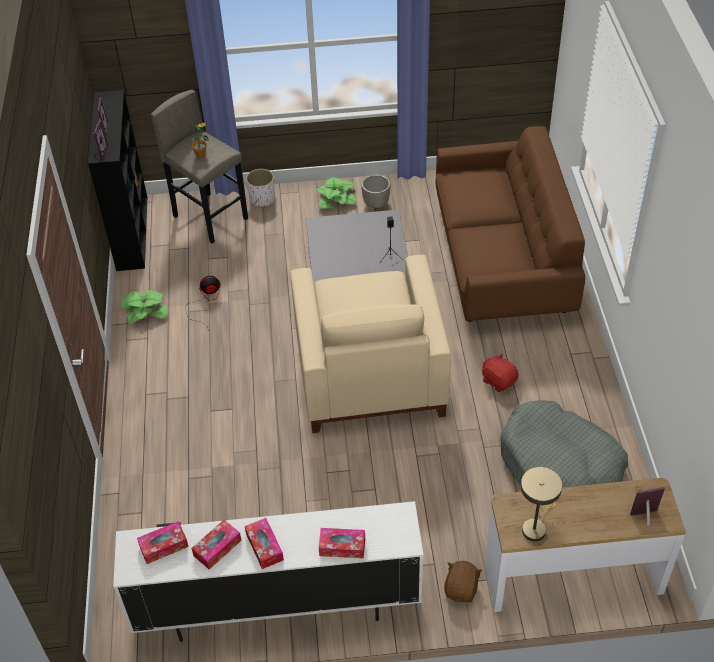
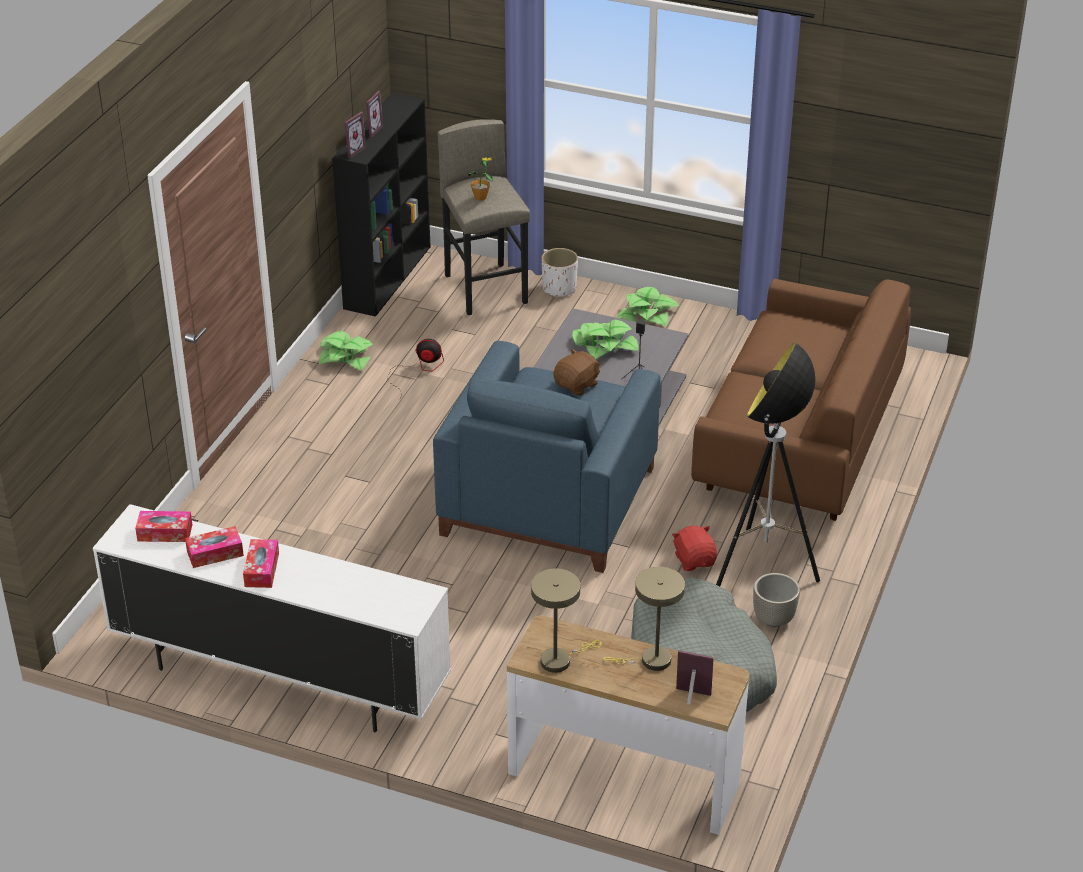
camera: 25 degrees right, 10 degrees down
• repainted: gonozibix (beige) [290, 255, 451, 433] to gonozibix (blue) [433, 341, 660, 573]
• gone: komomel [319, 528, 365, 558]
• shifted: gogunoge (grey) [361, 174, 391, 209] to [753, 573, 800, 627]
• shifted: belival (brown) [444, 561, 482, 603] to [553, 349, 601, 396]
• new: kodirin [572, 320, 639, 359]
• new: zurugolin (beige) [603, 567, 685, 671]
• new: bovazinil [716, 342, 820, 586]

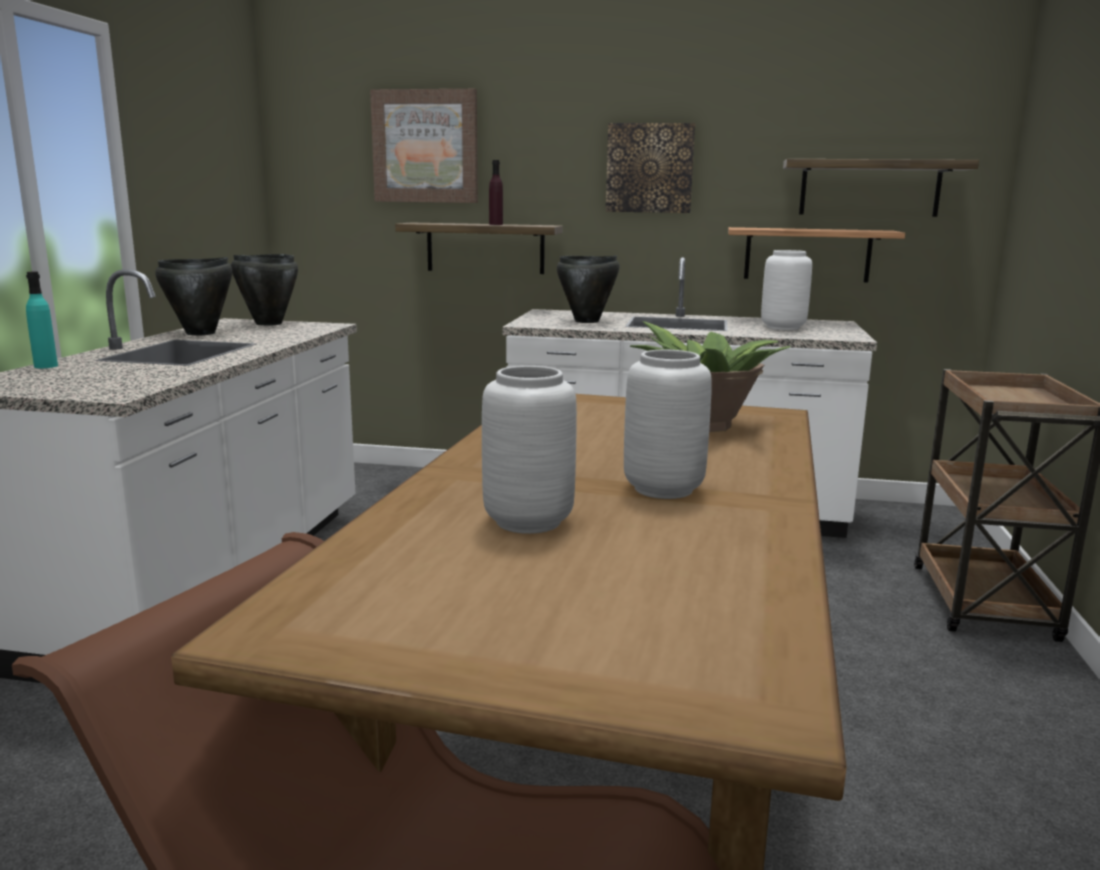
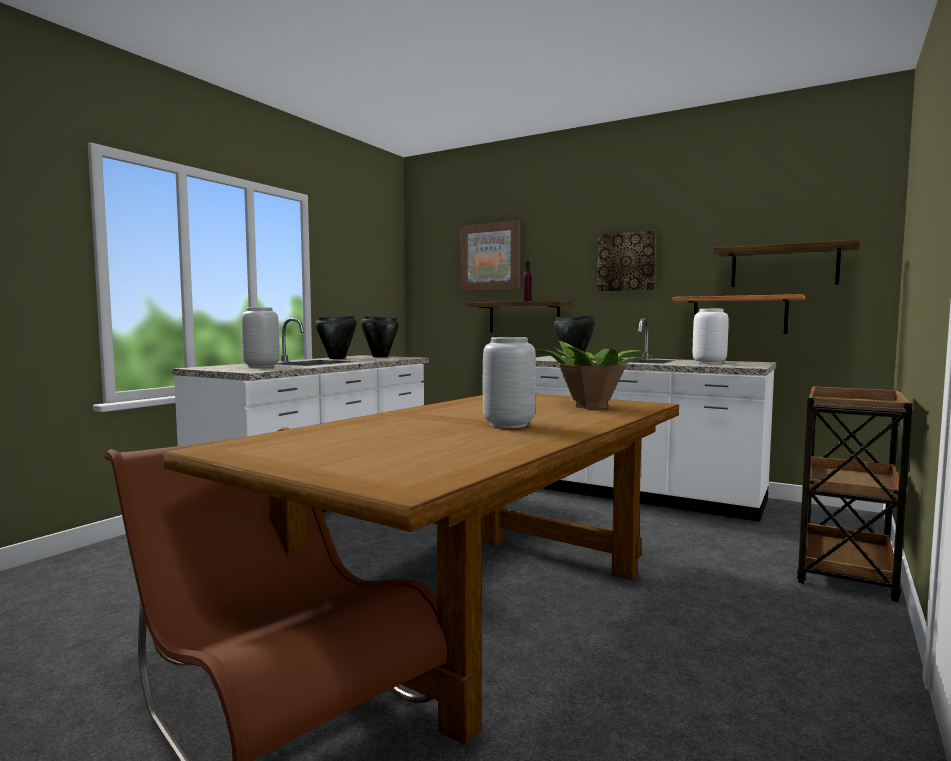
camera: 20 degrees right, 10 degrees down
• gone: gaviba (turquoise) [26, 272, 58, 368]
• shifted: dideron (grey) [482, 366, 577, 534] to [241, 307, 280, 368]

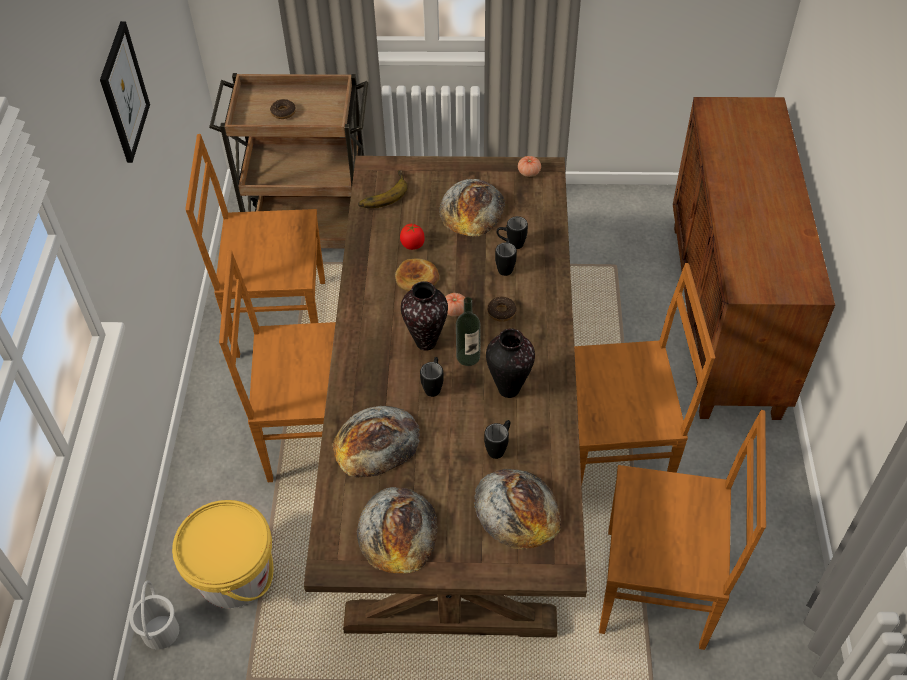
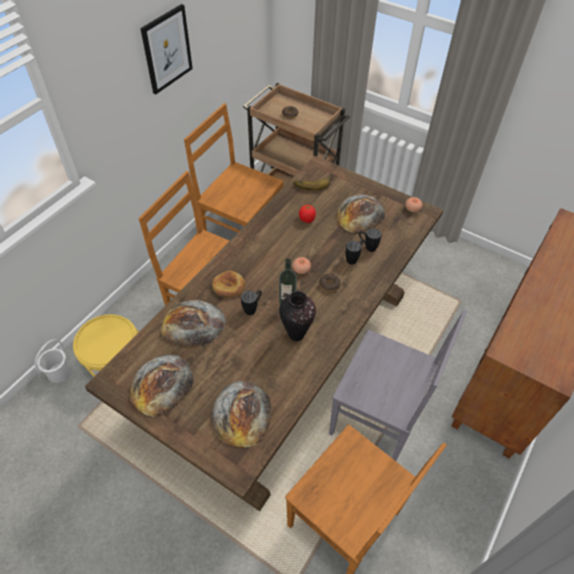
camera: 30 degrees right, 0 degrees up
• shifted: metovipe [395, 258, 439, 292] to [212, 271, 245, 297]
• gone: dideron [401, 281, 448, 351]
• gone: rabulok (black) [484, 420, 510, 459]
• repainted: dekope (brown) [574, 263, 715, 485] to dekope (grey) [329, 310, 467, 461]

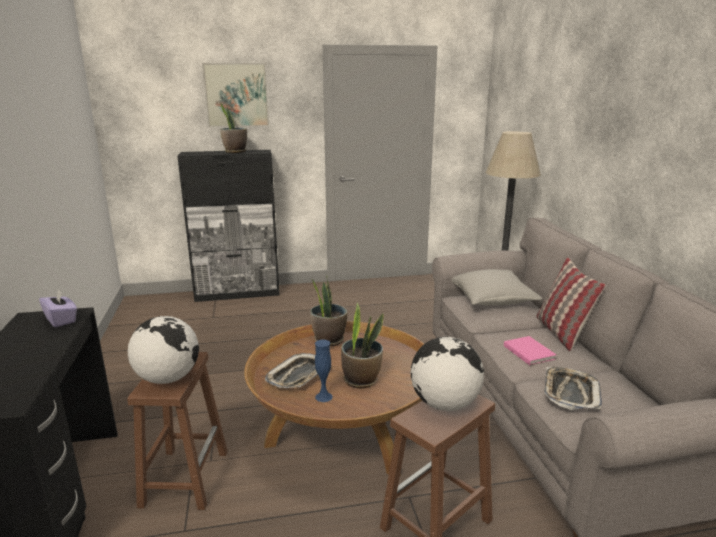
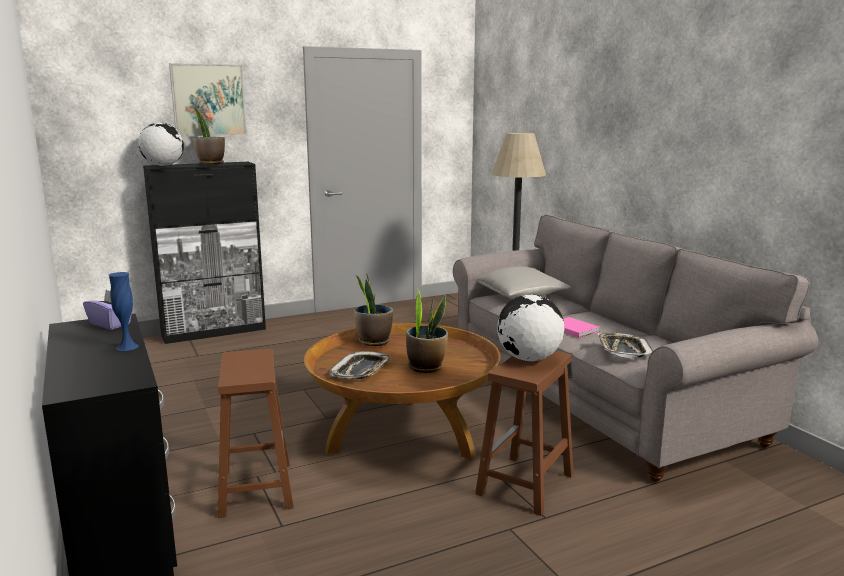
camera: 15 degrees left, 5 degrees down
• shifted: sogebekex [128, 316, 199, 384] to [139, 123, 184, 166]
• shifted: dideron (blue) [315, 340, 332, 402] to [109, 272, 139, 351]
• gone: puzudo [536, 258, 606, 351]

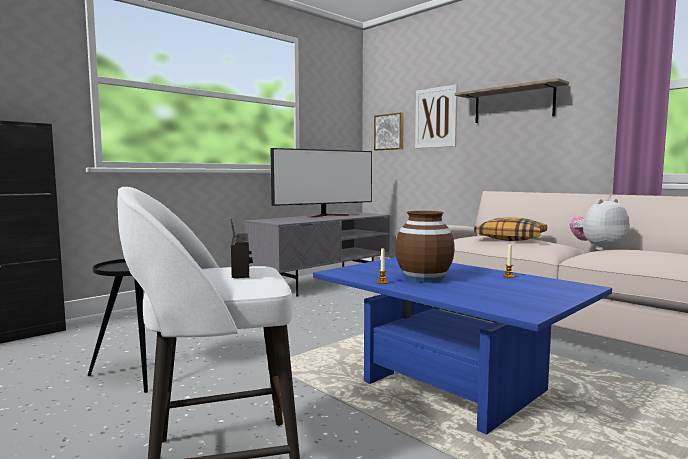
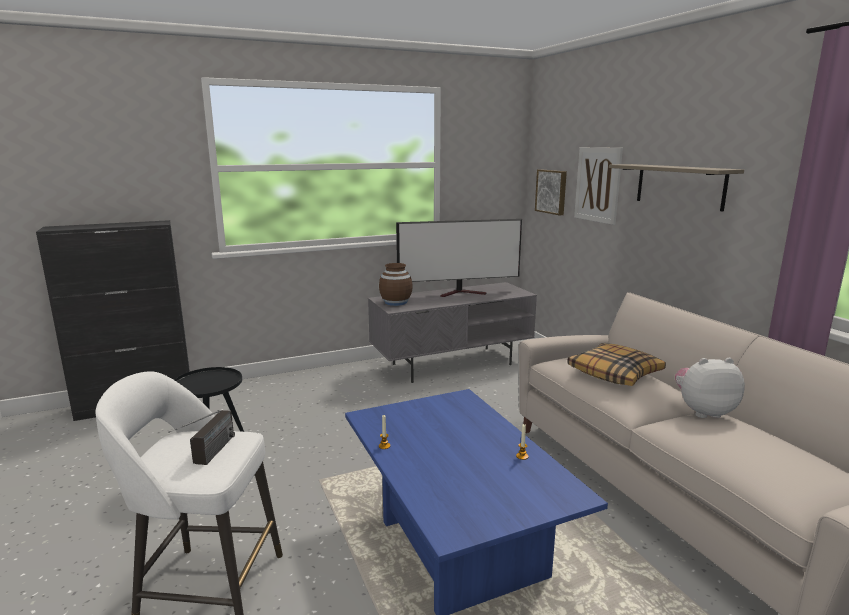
camera: 20 degrees right, 10 degrees up
• shifted: dideron (brown) [395, 211, 455, 282] to [379, 263, 413, 306]

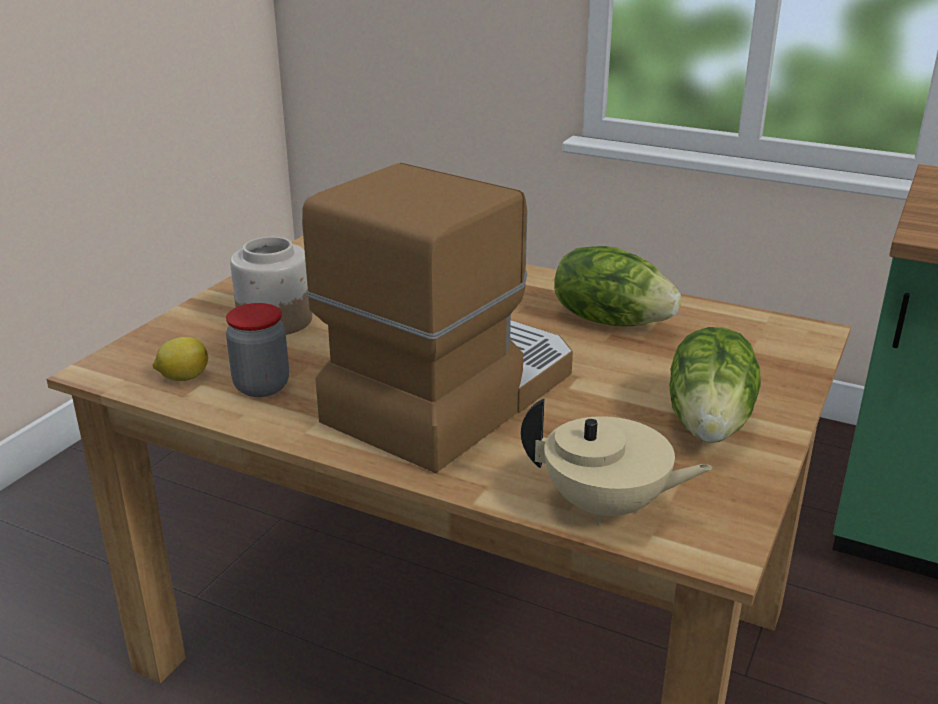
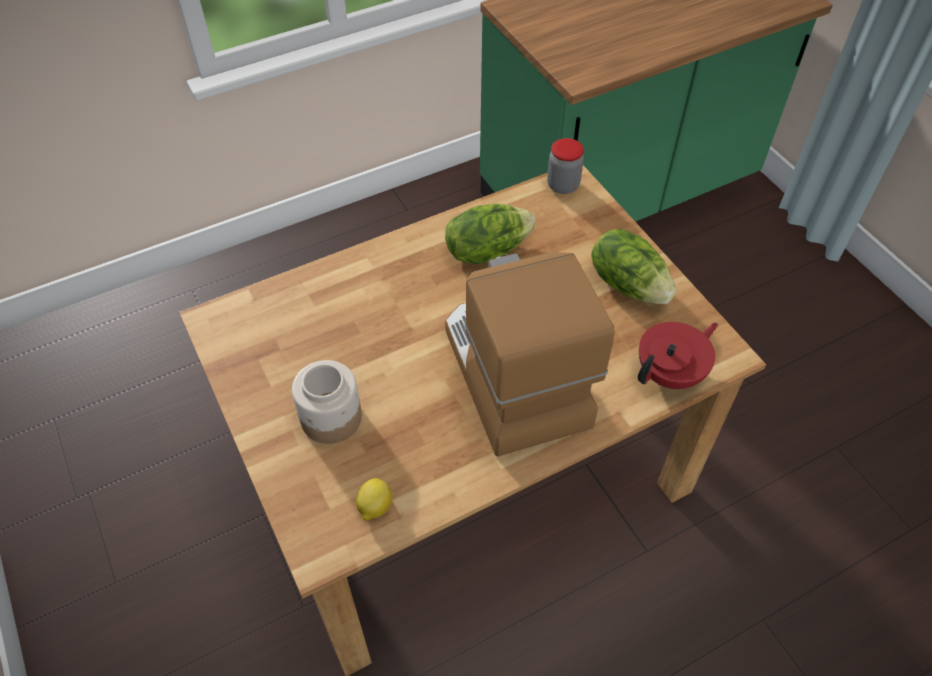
camera: 55 degrees left, 25 degrees up
• shifted: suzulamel [226, 303, 289, 397] to [547, 138, 584, 194]
• repainted: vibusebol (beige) [521, 398, 713, 526] to vibusebol (red) [638, 322, 718, 389]

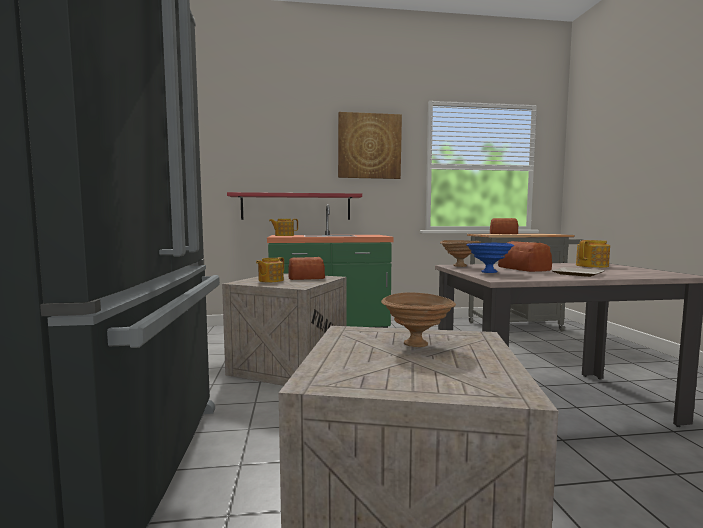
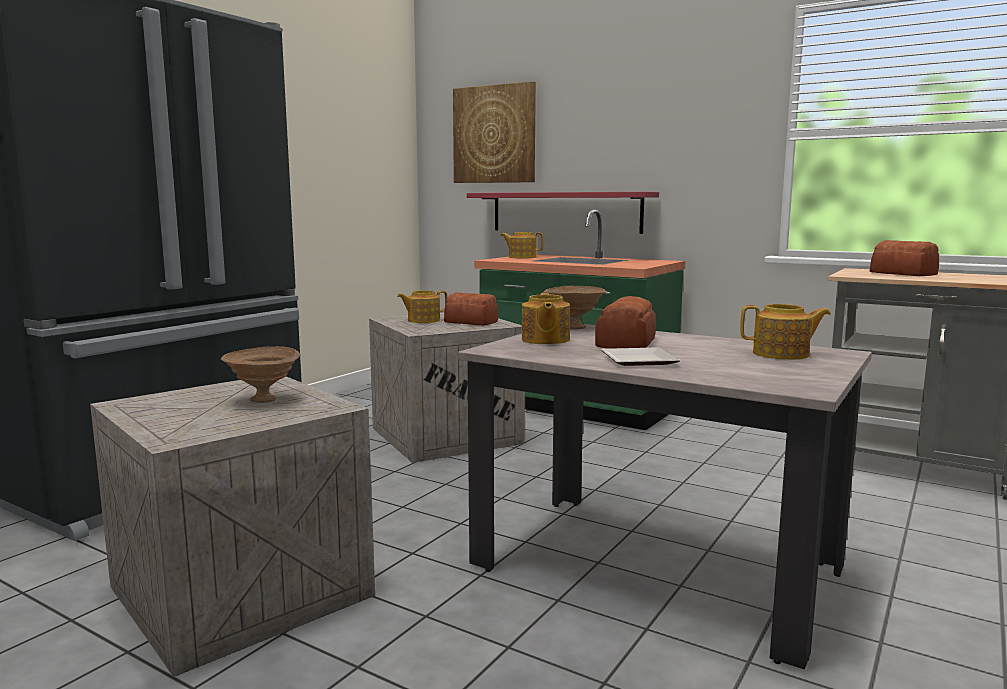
camera: 40 degrees right, 5 degrees up
• shifted: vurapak [338, 112, 402, 179] to [453, 81, 536, 183]
• swapped: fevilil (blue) [466, 243, 514, 273] to vibusebol [522, 293, 570, 344]

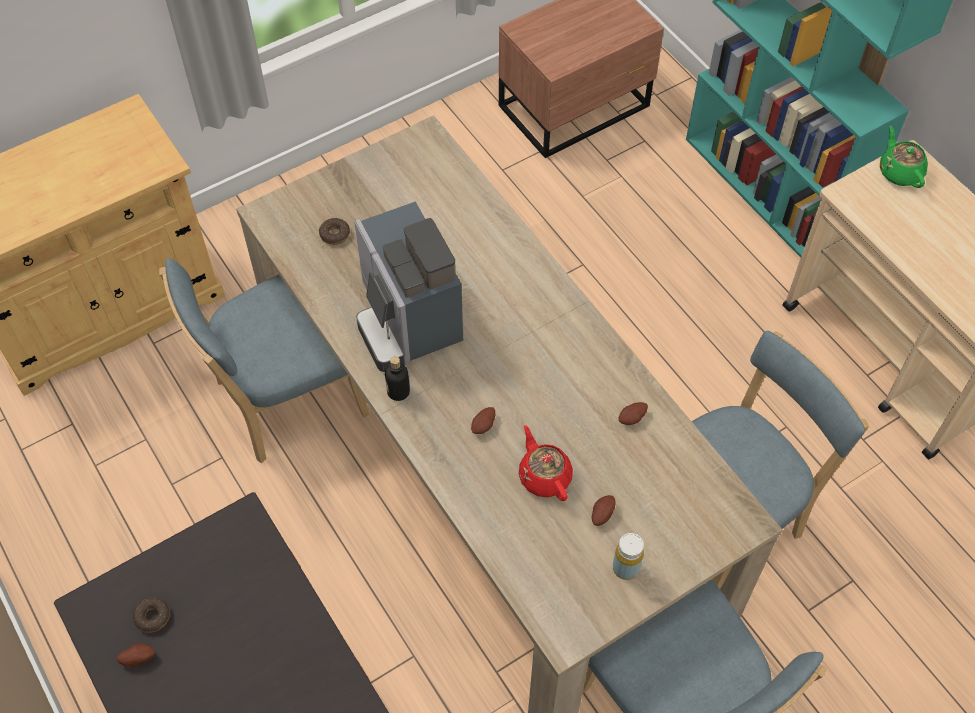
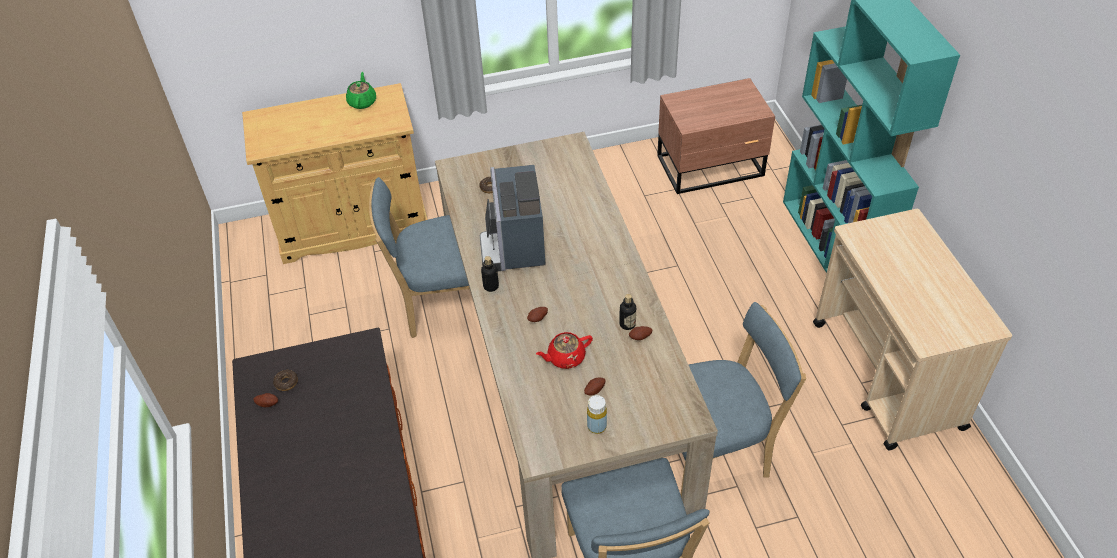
camera: 20 degrees right, 10 degrees down
• rotated: vibusebol (red) [519, 425, 573, 501] = [536, 332, 593, 369] 105 degrees counterclockwise
• shifted: vibusebol (green) [880, 125, 928, 188] to [346, 72, 376, 109]
• new: gaviba [619, 294, 636, 330]

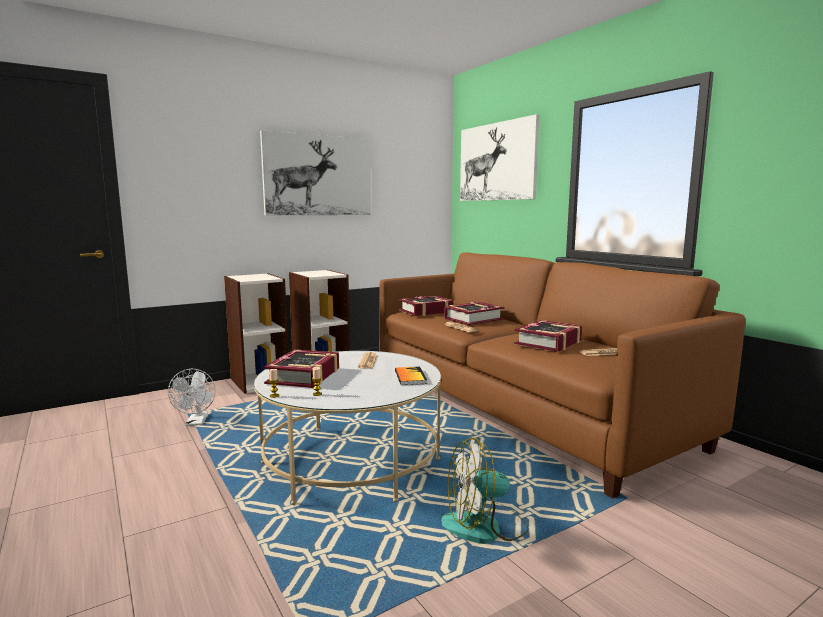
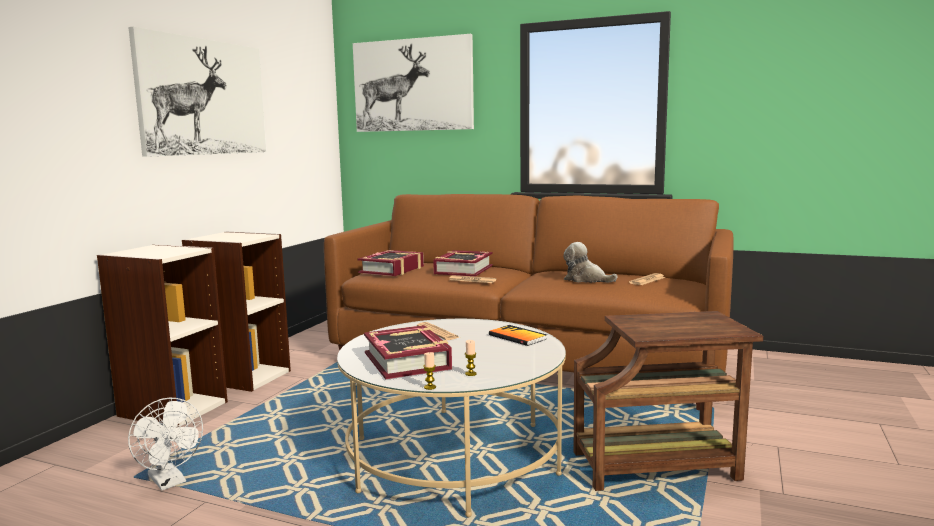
camera: 35 degrees left, 0 degrees up
• swapped: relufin [441, 437, 528, 544] to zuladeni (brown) [574, 311, 763, 491]
• swapped: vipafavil [514, 320, 582, 352] to belival [563, 242, 618, 283]

